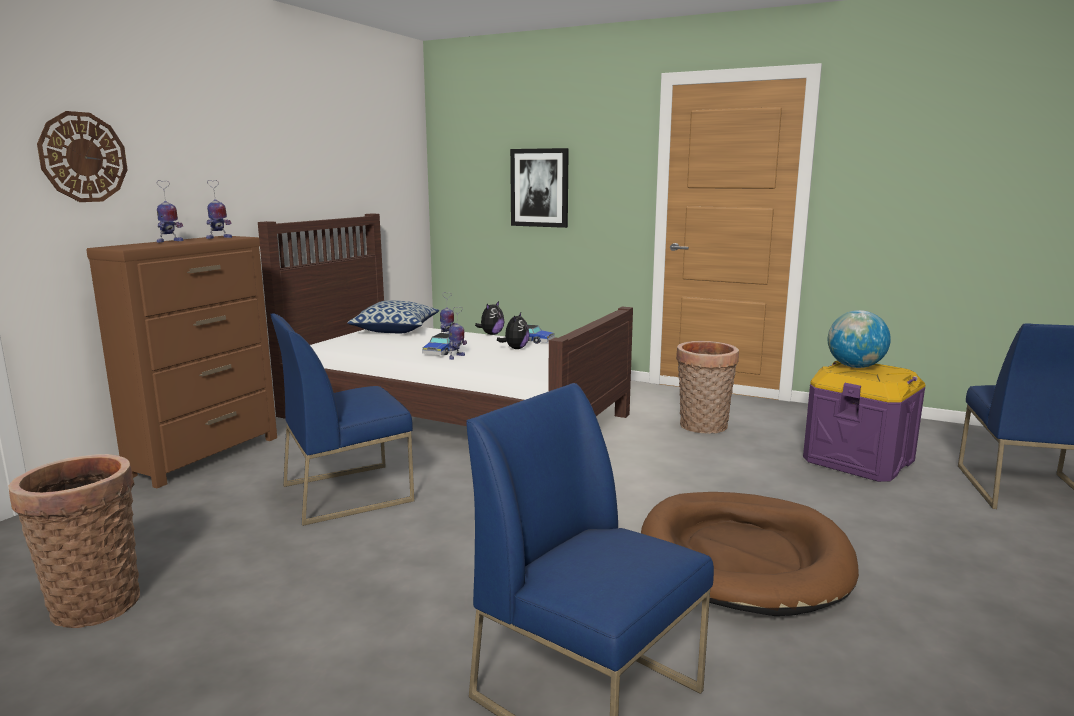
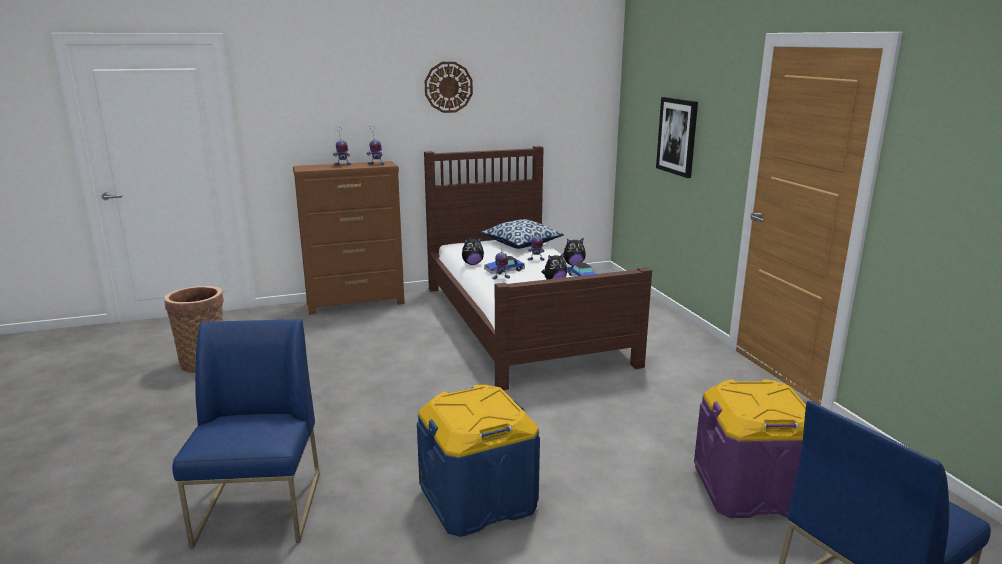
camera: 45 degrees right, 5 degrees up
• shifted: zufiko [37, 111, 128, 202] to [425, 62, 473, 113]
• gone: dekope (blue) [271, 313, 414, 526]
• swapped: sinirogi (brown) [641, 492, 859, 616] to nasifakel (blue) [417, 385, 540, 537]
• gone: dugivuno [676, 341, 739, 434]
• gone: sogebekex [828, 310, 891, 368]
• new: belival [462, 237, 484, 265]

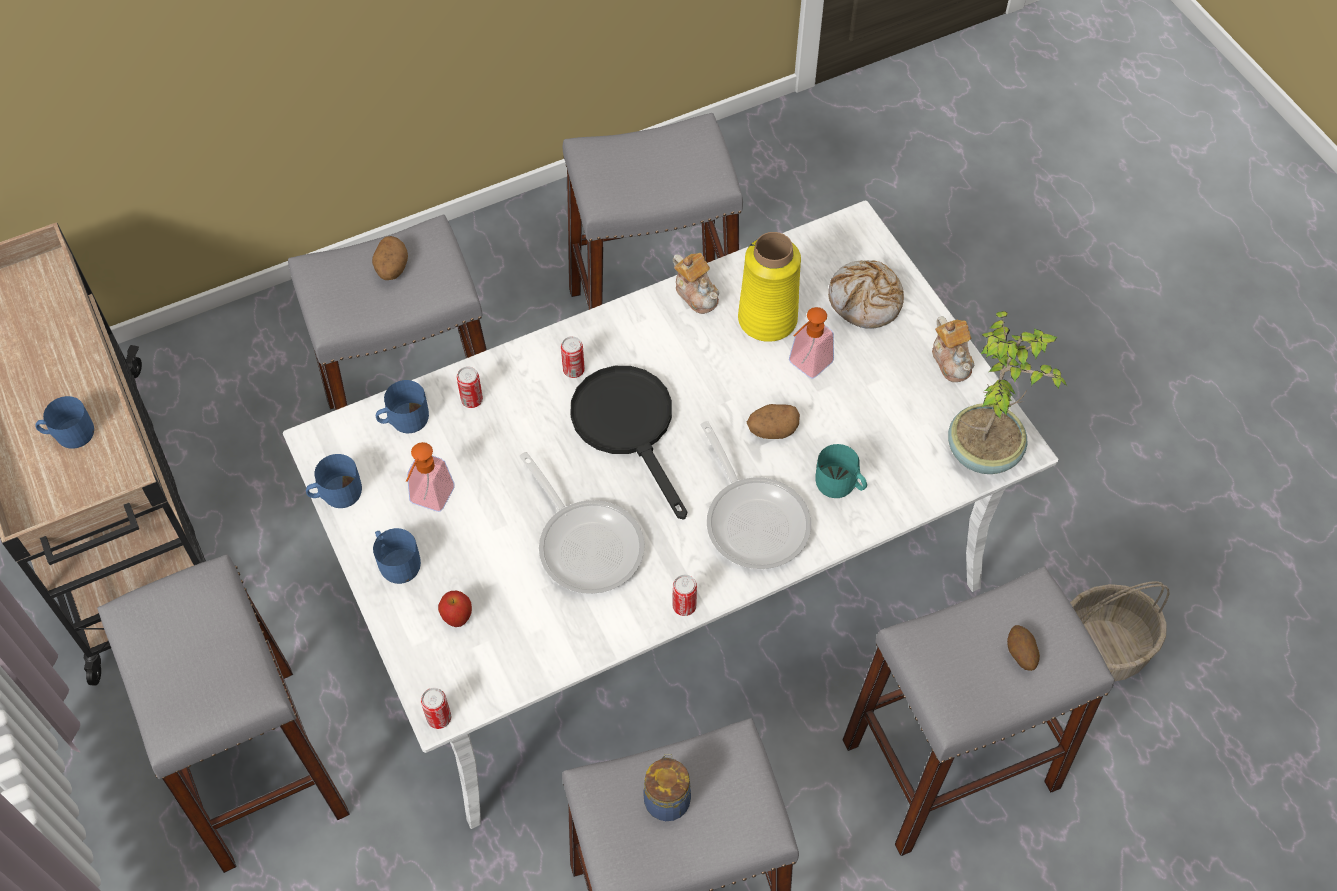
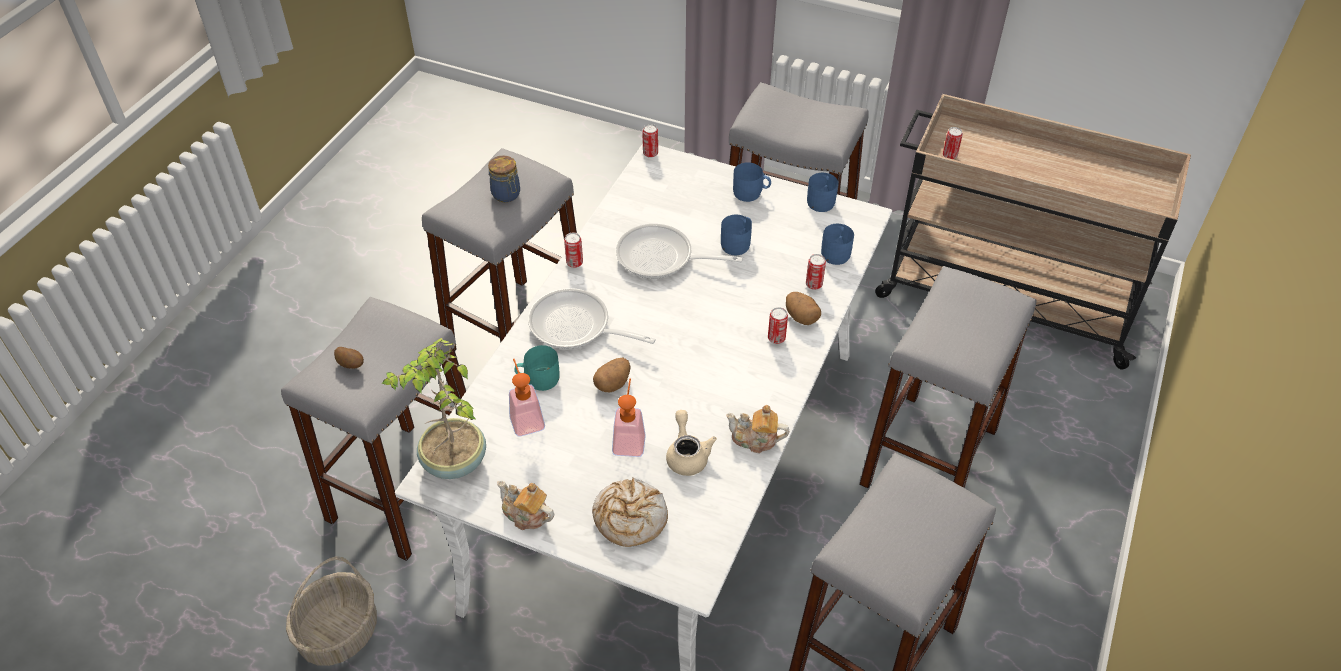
camera: 140 degrees right, 10 degrees down
• shifted: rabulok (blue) [35, 396, 94, 449] to [721, 214, 752, 255]
• shifted: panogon [372, 236, 408, 280] to [786, 292, 821, 325]
• shifted: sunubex [406, 442, 455, 512] to [509, 358, 545, 437]
• gone: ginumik [438, 591, 472, 627]
• gone: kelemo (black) [570, 366, 687, 520]
• swapped: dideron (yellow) [738, 232, 801, 342] to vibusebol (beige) [666, 410, 717, 476]
• new: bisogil [943, 127, 963, 159]

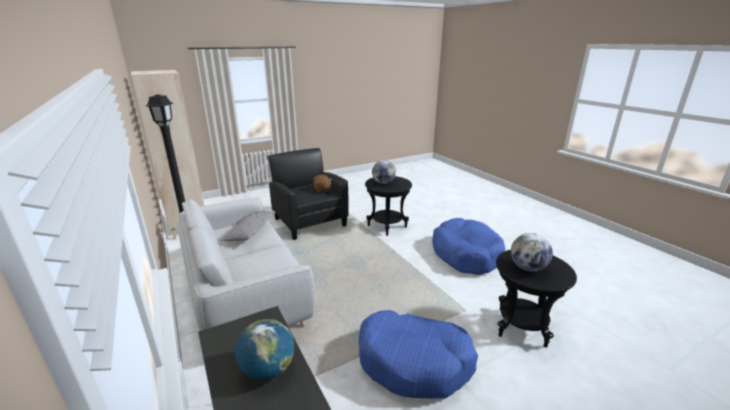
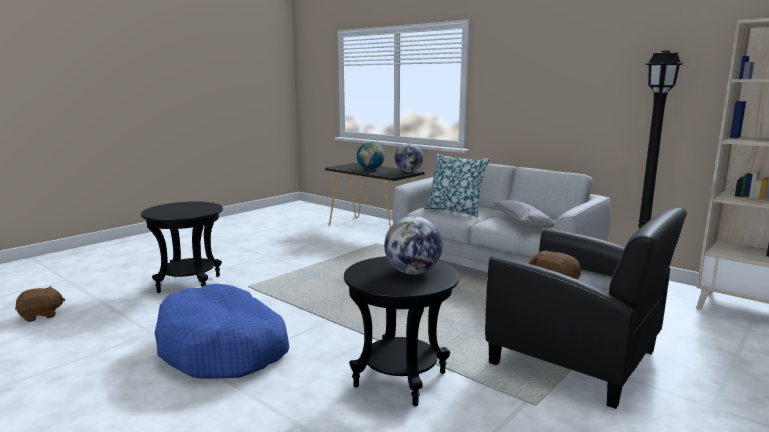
camera: 160 degrees right, 10 degrees down
• gone: sinirogi (blue) [359, 310, 478, 398]
• shifted: sogebekex [511, 233, 553, 271] to [395, 143, 423, 172]
• new: belival (brown) [15, 286, 65, 322]
• new: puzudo [424, 154, 490, 217]

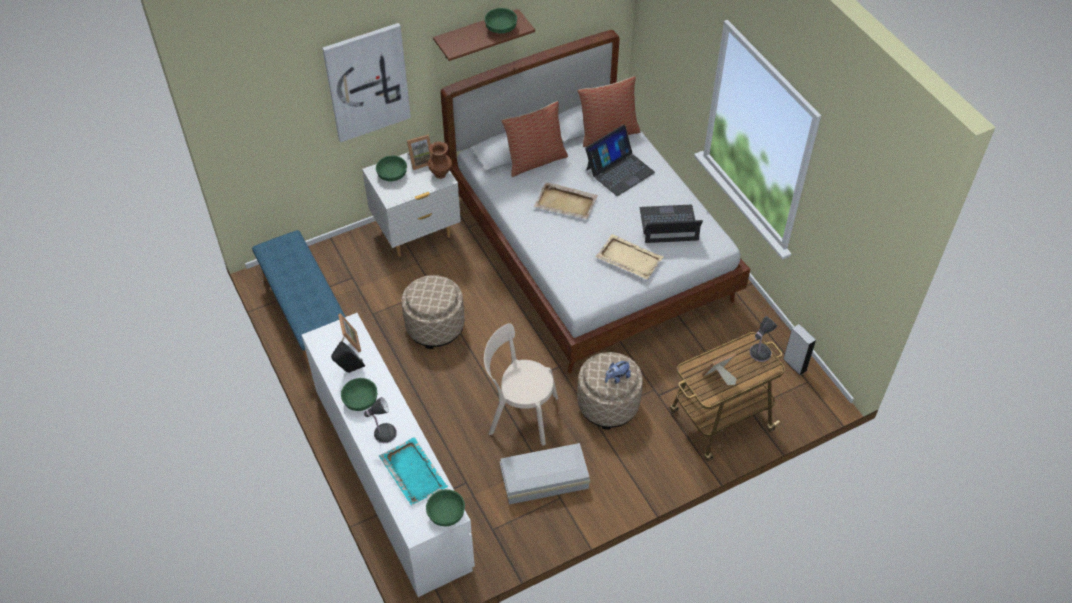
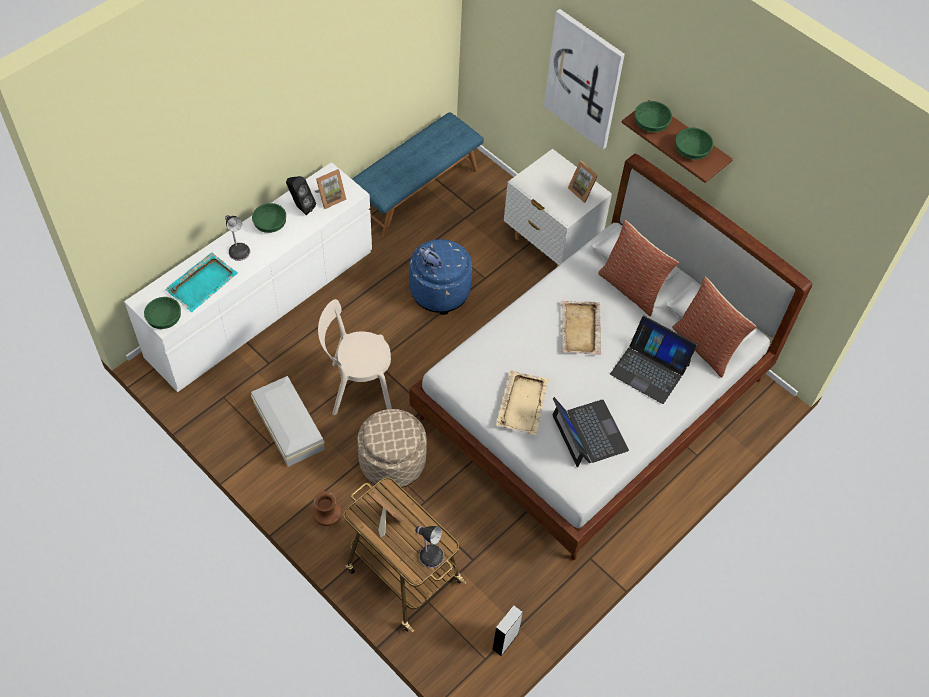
camera: 70 degrees right, 5 degrees up
• shifted: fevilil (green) [376, 155, 407, 181] to [634, 101, 672, 132]
• repainted: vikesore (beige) [402, 275, 464, 349] to vikesore (blue) [409, 239, 472, 315]
• shifted: dideron (brown) [428, 141, 452, 179] to [313, 491, 341, 526]
• rotated: dekope (beige) [484, 323, 558, 446] = [318, 299, 392, 415] 90 degrees counterclockwise
• shifted: belival [605, 361, 631, 384] to [419, 247, 443, 274]

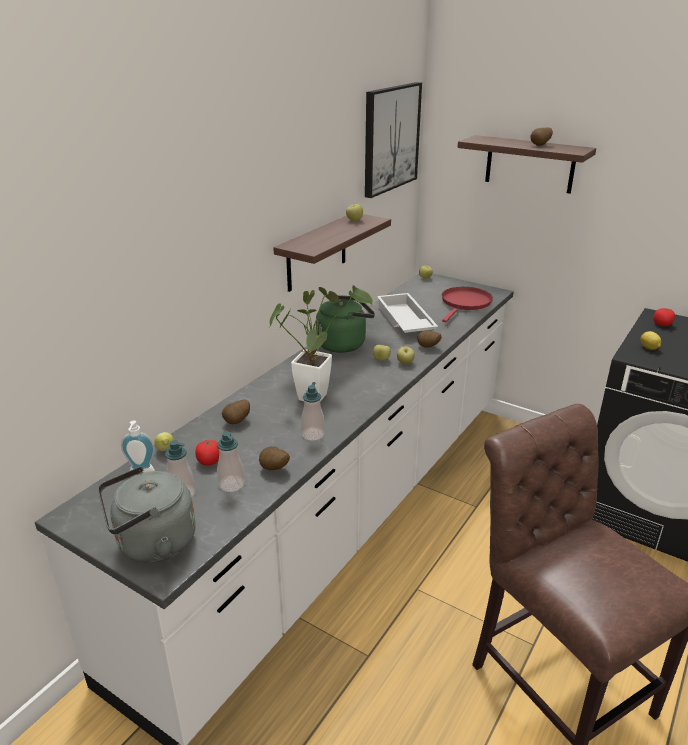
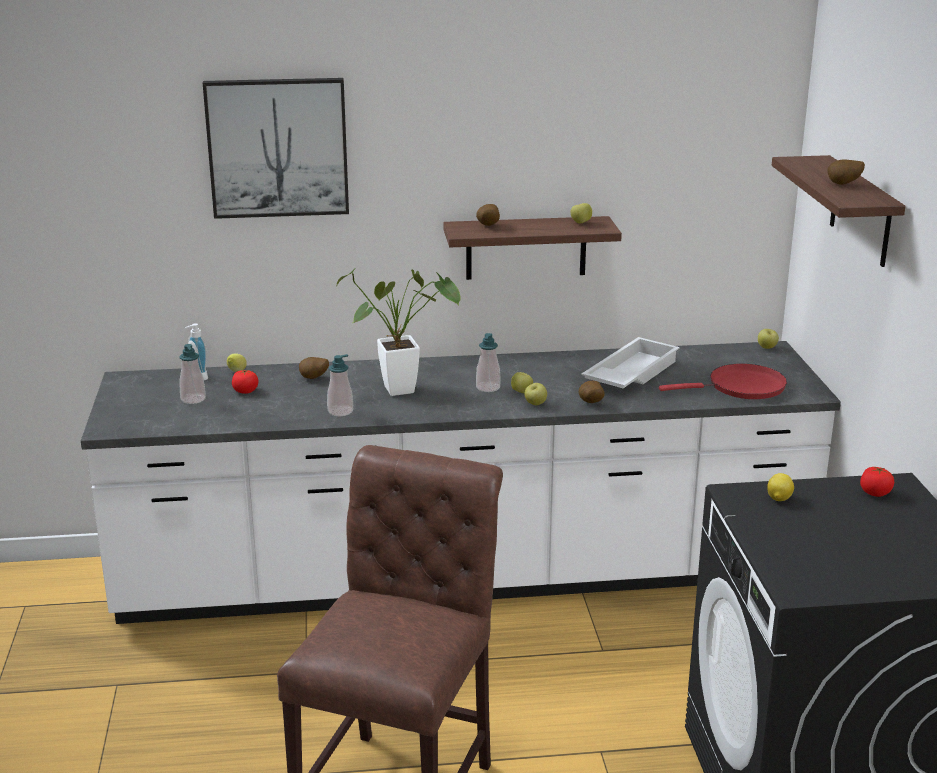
camera: 50 degrees right, 5 degrees down
• gone: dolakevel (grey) [98, 466, 196, 563]
• shifted: sunubex [217, 431, 245, 492] to [476, 333, 500, 392]
• shifted: panogon [259, 446, 290, 470] to [476, 204, 500, 226]
• gone: dolakevel (green) [316, 295, 375, 353]
• shifted: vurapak [365, 82, 422, 198] to [203, 78, 349, 219]

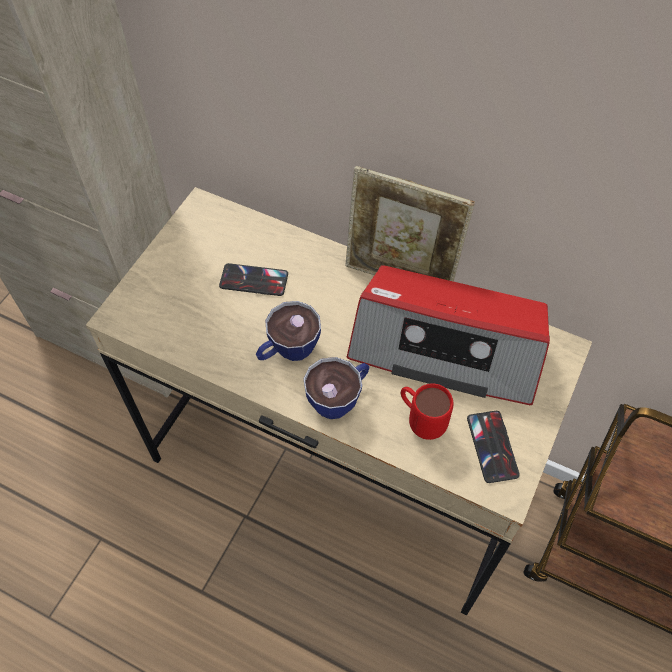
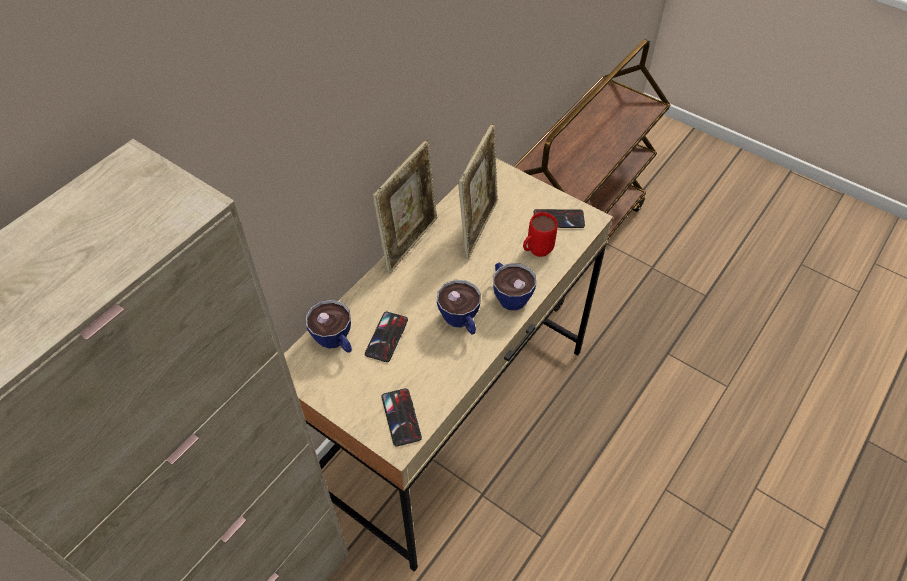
camera: 80 degrees left, 5 degrees down
• swapped: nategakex [347, 265, 550, 405] to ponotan [458, 123, 498, 259]
• new: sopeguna [305, 300, 352, 353]
• new: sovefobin [382, 388, 422, 447]

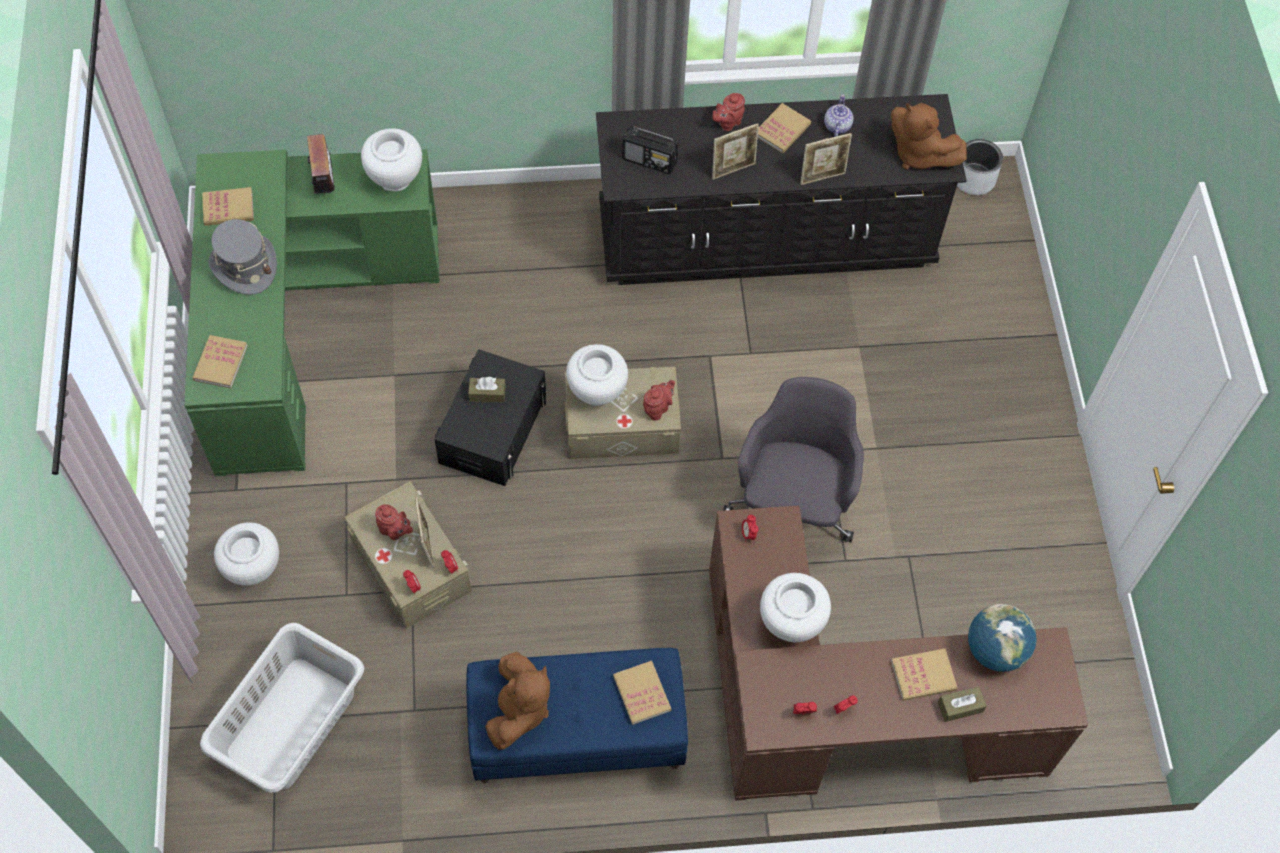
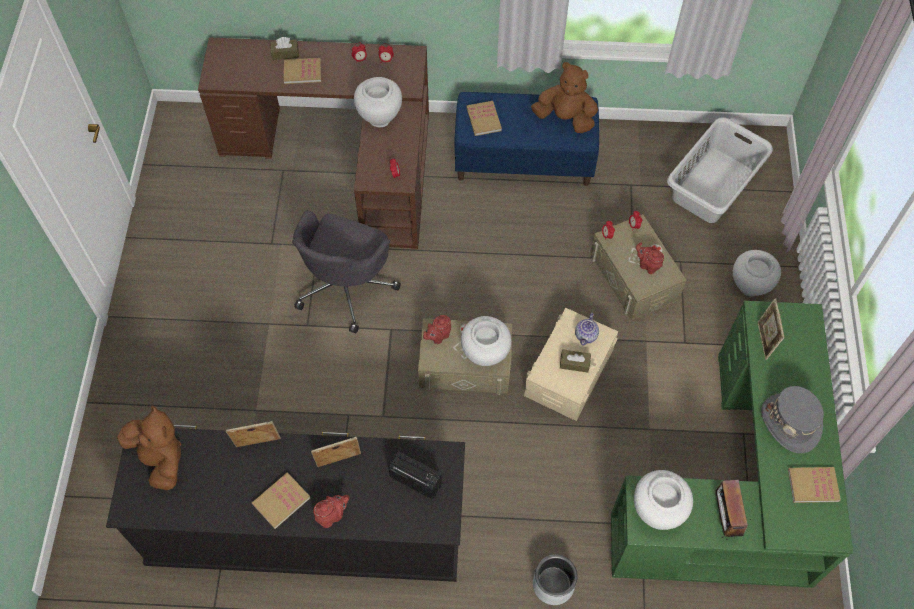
camera: 170 degrees left, 0 degrees up
• gone: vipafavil [193, 335, 248, 388]
• shifted: ponotan [415, 497, 435, 568] to [758, 298, 785, 360]
• repainted: nasifakel (black) [434, 349, 546, 486] to nasifakel (beige) [524, 308, 618, 421]
• rotated: belival (brown) [485, 652, 550, 750] = [531, 62, 598, 133] 90 degrees clockwise
• shifted: vibusebol [824, 94, 853, 137] to [575, 313, 599, 345]
• shifted: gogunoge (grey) [957, 139, 1003, 195] to [533, 554, 578, 605]
• gone: sogebekex [968, 604, 1037, 672]

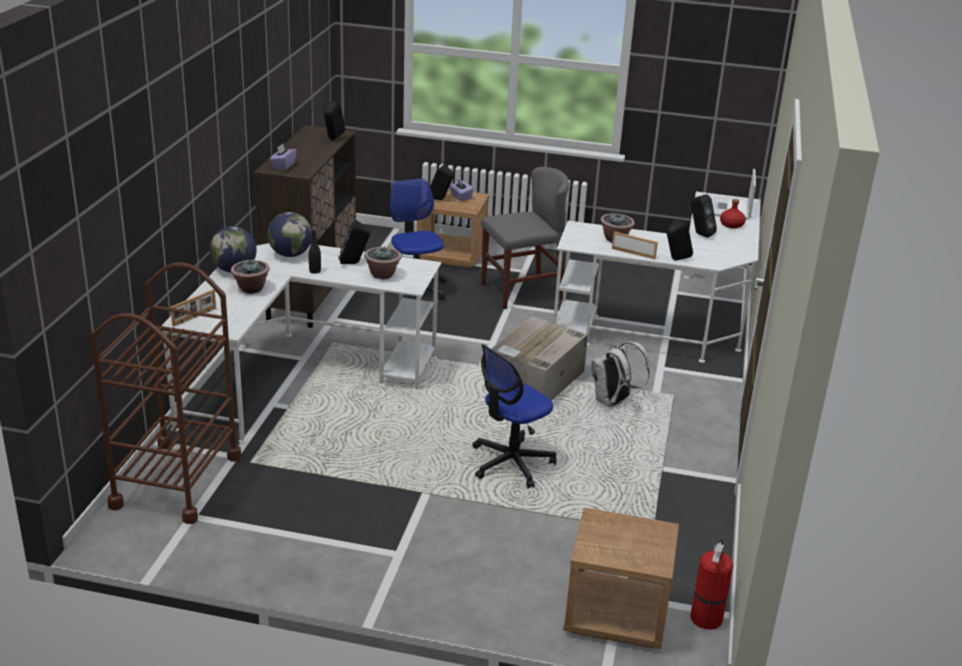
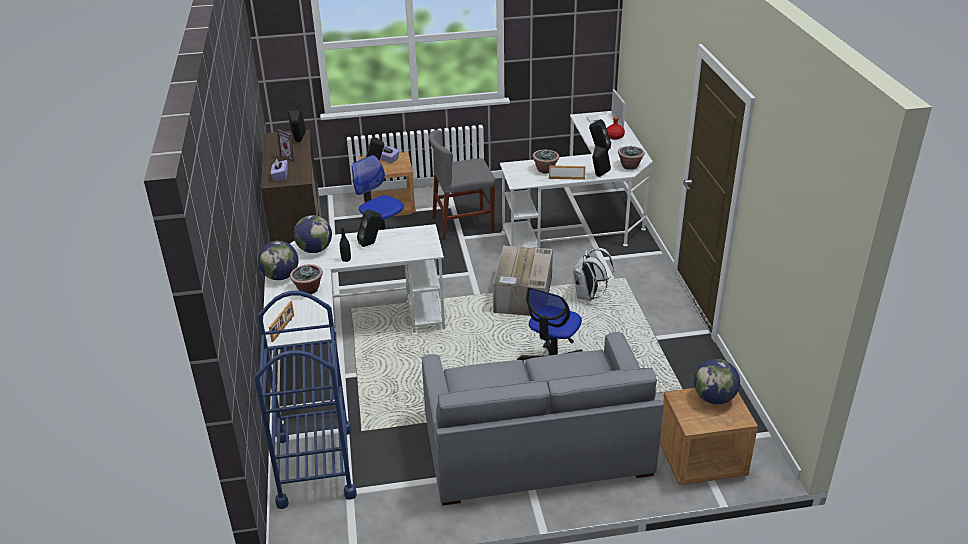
camera: 20 degrees left, 5 degrees up
• repainted: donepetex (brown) [90, 262, 241, 524] to donepetex (blue) [254, 291, 357, 509]
• shifted: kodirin [364, 246, 402, 279] to [618, 145, 645, 170]
• rotated: dekope (grey) [481, 167, 569, 309] = [429, 130, 496, 240] 150 degrees counterclockwise
• gone: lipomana [690, 539, 733, 630]
• new: ponotan [277, 129, 296, 162]
• new: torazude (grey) [422, 332, 664, 506]
• new: sogebekex [694, 359, 740, 404]

